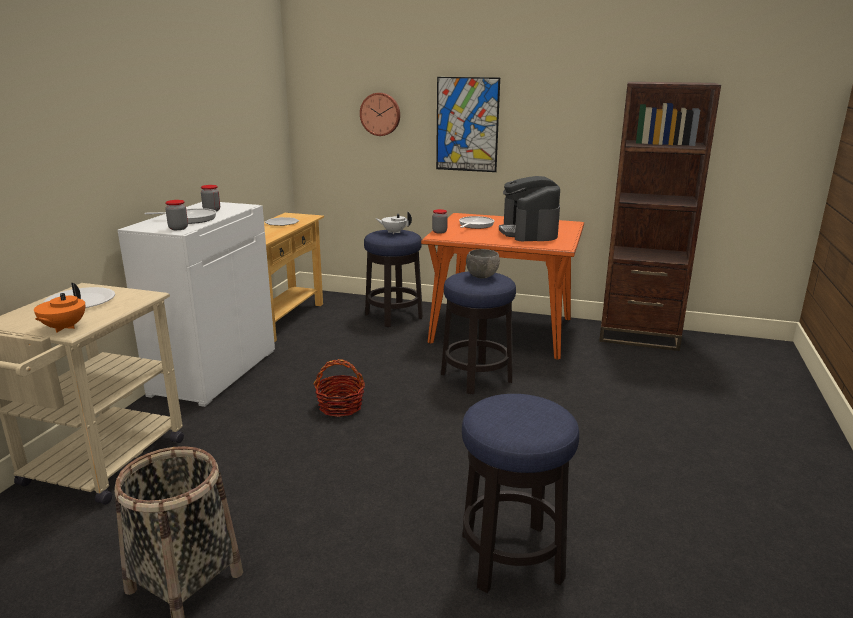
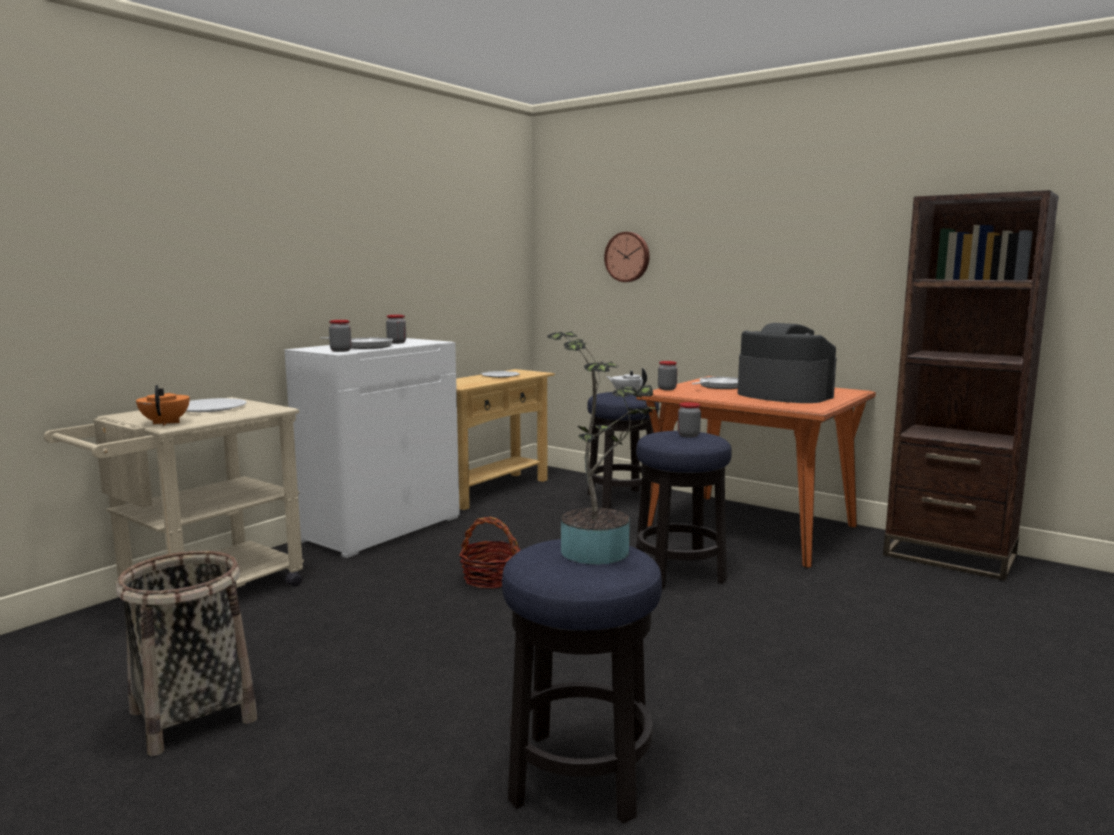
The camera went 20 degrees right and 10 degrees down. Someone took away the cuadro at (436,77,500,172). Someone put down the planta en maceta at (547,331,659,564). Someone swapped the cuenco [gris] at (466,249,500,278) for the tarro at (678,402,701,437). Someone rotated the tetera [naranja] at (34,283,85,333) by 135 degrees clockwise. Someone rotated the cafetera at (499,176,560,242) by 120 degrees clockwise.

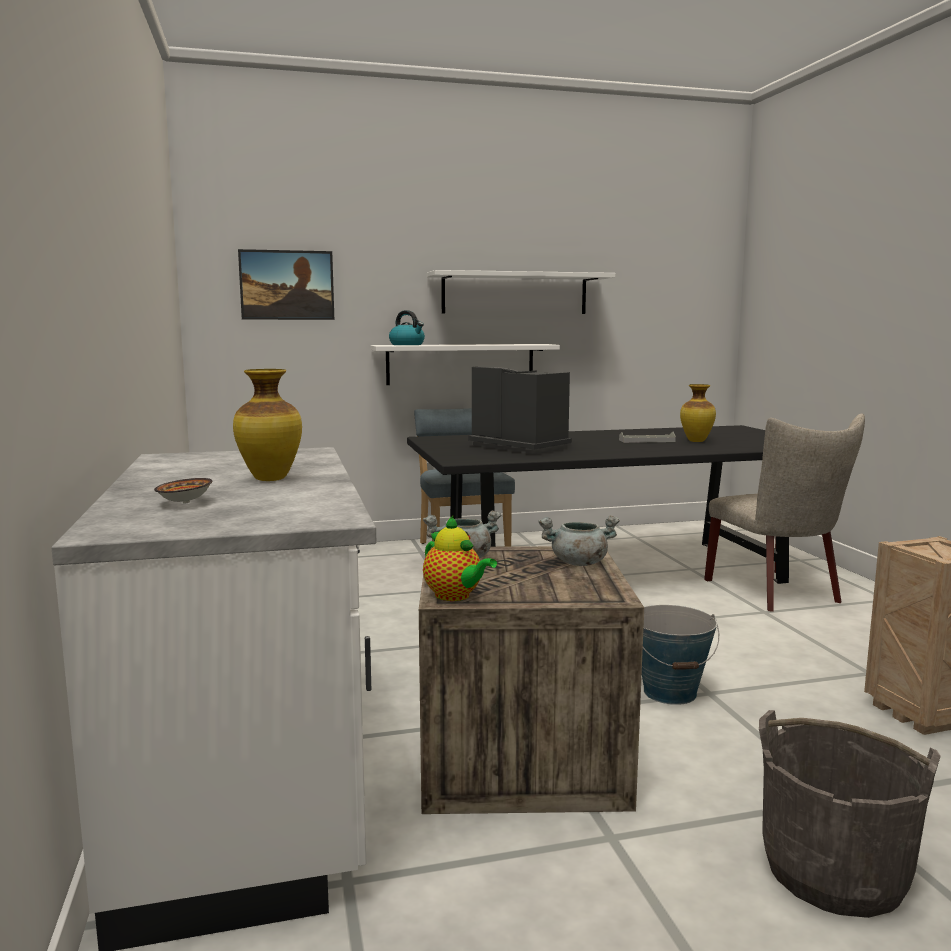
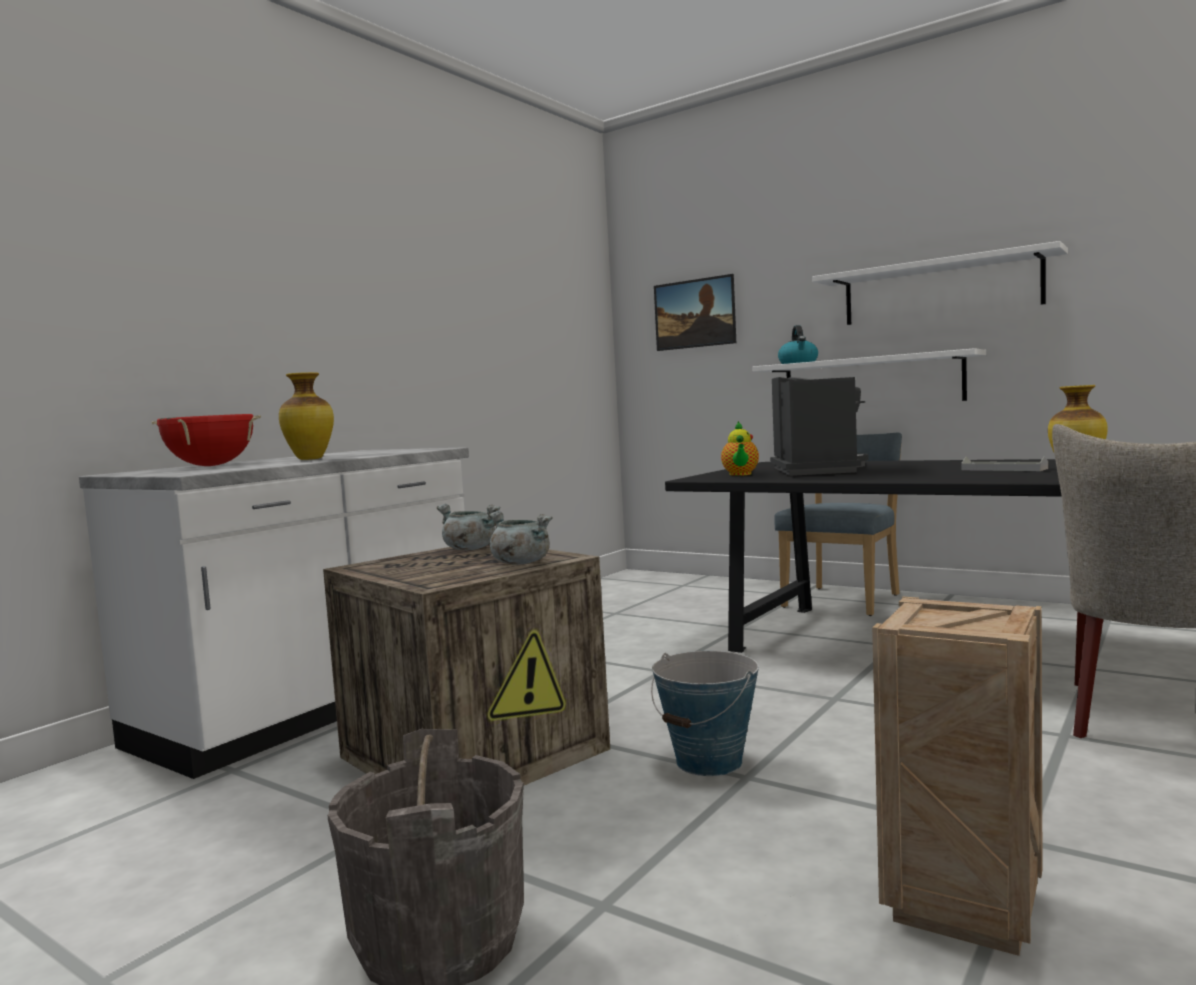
The camera went 50 degrees right and 5 degrees down. Someone carried the tetera from (423,516,497,601) to (721,421,759,476). Someone swapped the cuenco at (154,478,213,503) for the olla [rojo] at (152,414,261,466).

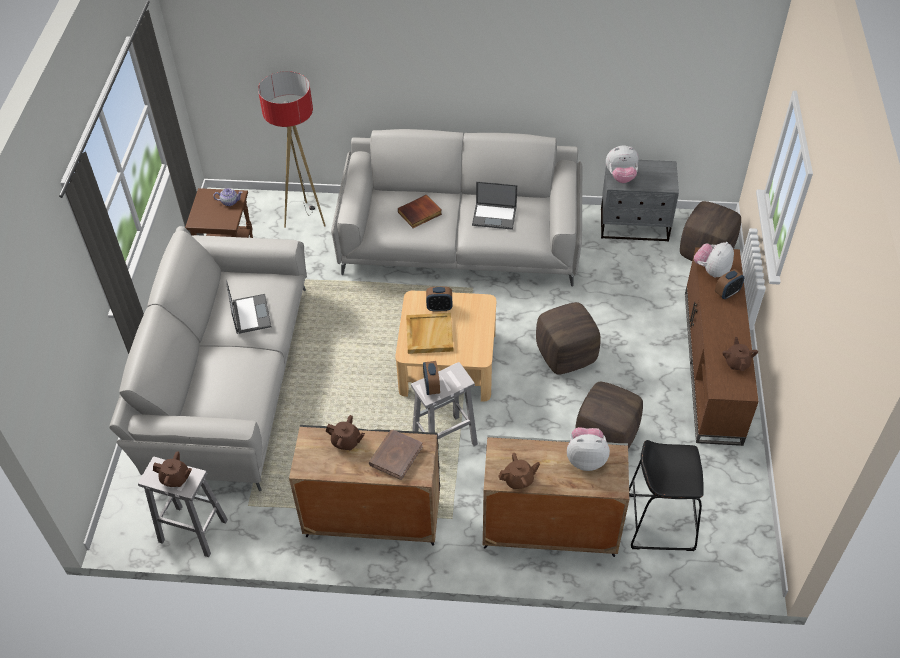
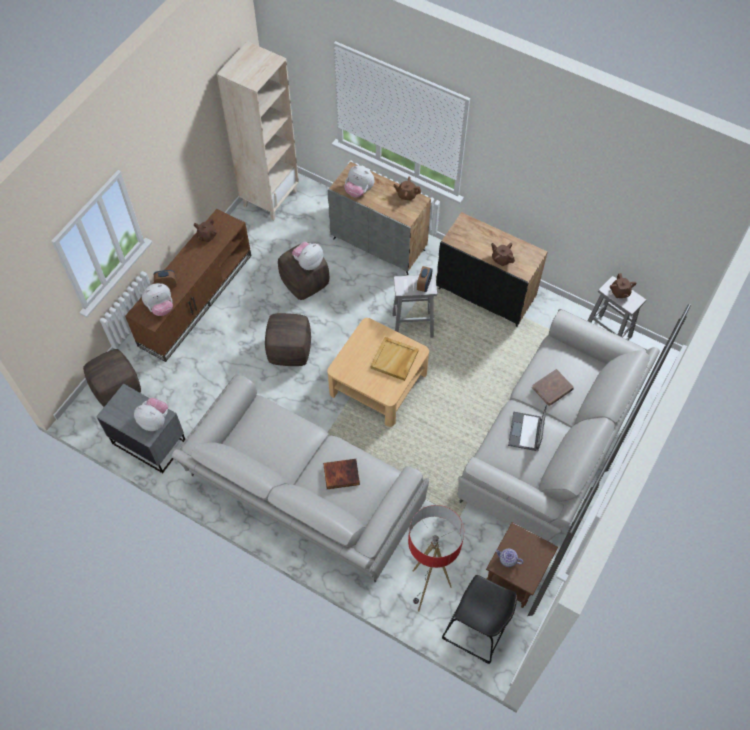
The camera went 155 degrees left and 10 degrees up. Someone took away the despertador at (426,287,452,312). Someone took away the portátil at (472,181,517,230). Someone put down the estantería [beis] at (217,41,299,221). Someone put down the peluche at (292,242,323,270). Someone carried the libro [marrón] from (369,430,423,480) to (532,369,574,406). Someone carried the taburete [negro] from (629,440,704,551) to (442,575,517,664). Someone rotated the tetera [marrón] at (153,451,192,487) by 135 degrees counterclockwise.

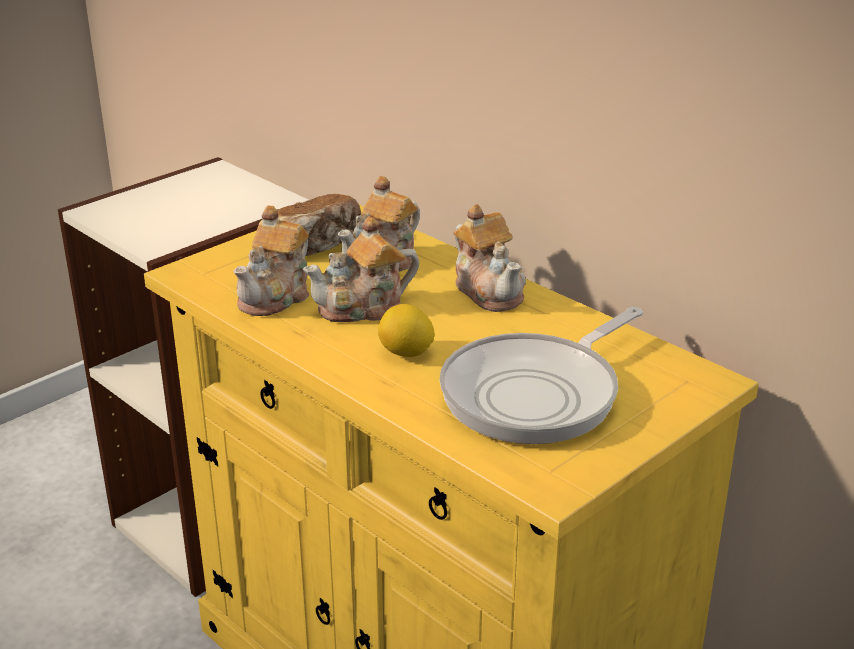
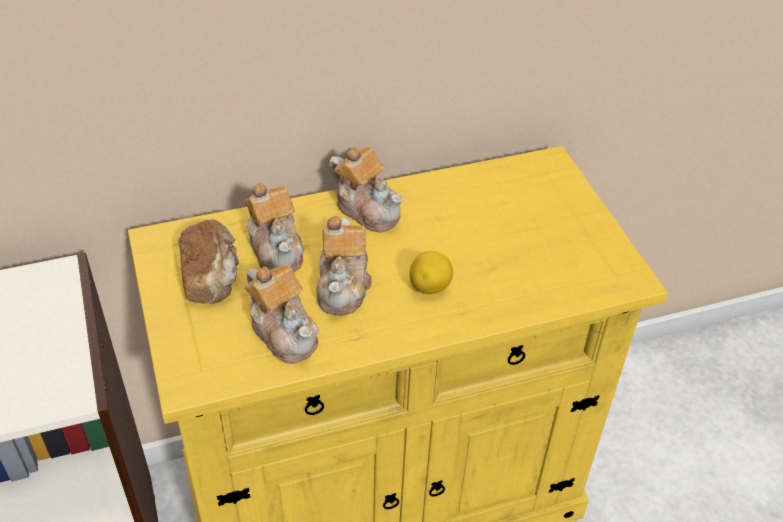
The camera went 65 degrees left and 15 degrees up. Someone took away the sartén at (439,307,643,444). Someone rotated the tetera at (453,204,526,312) by 45 degrees clockwise.

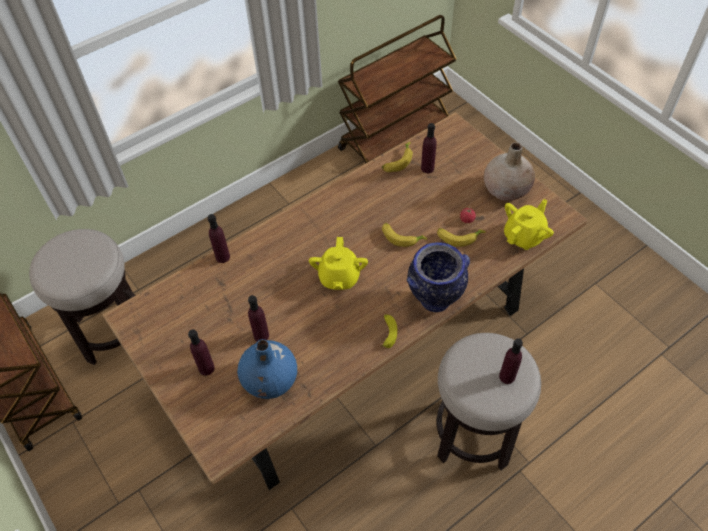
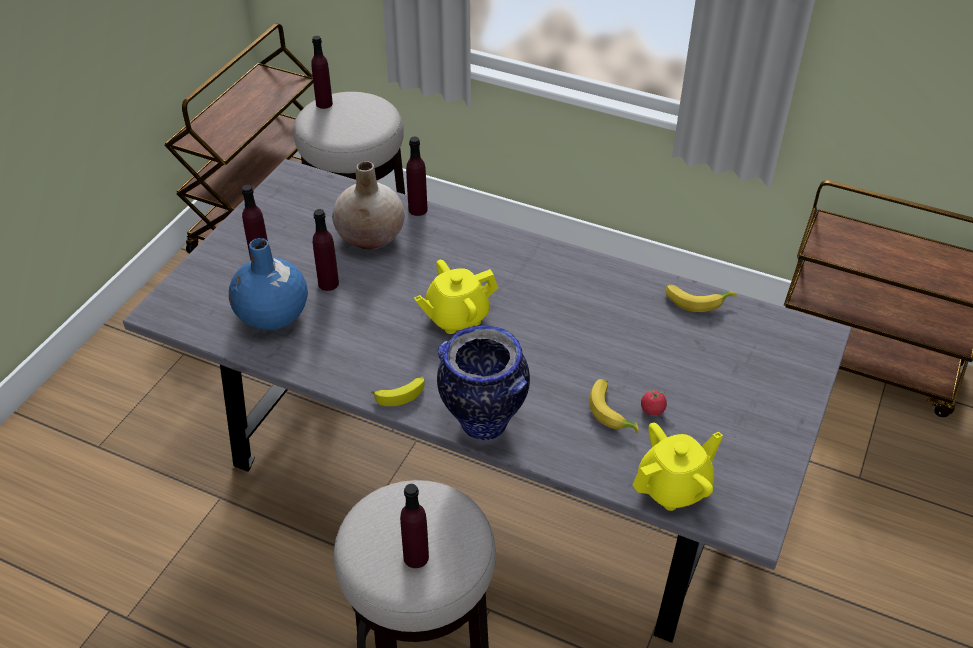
The camera went 60 degrees right and 10 degrees down. Someone took away the plátano at (382,223,427,247). Someone carried the botella [morado] from (421,123,437,173) to (311,36,333,109). Someone carried the florero [beis] from (484,142,535,200) to (332,161,405,250). Someone repainted the mesa de comedor [marrón] at (102,112,587,490), which became the mesa de comedor [gris] at (123,159,852,643). Someone rotated the tetera [amarillo] at (504,199,554,250) by 45 degrees counterclockwise.

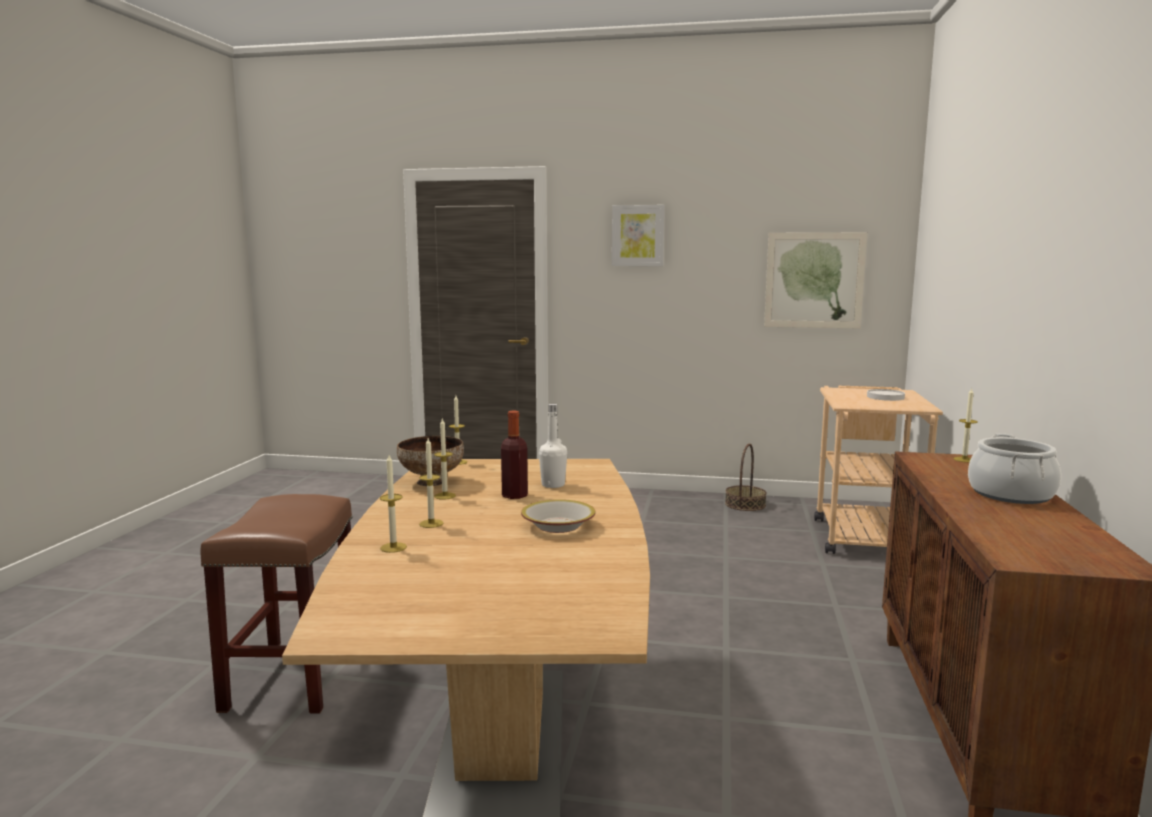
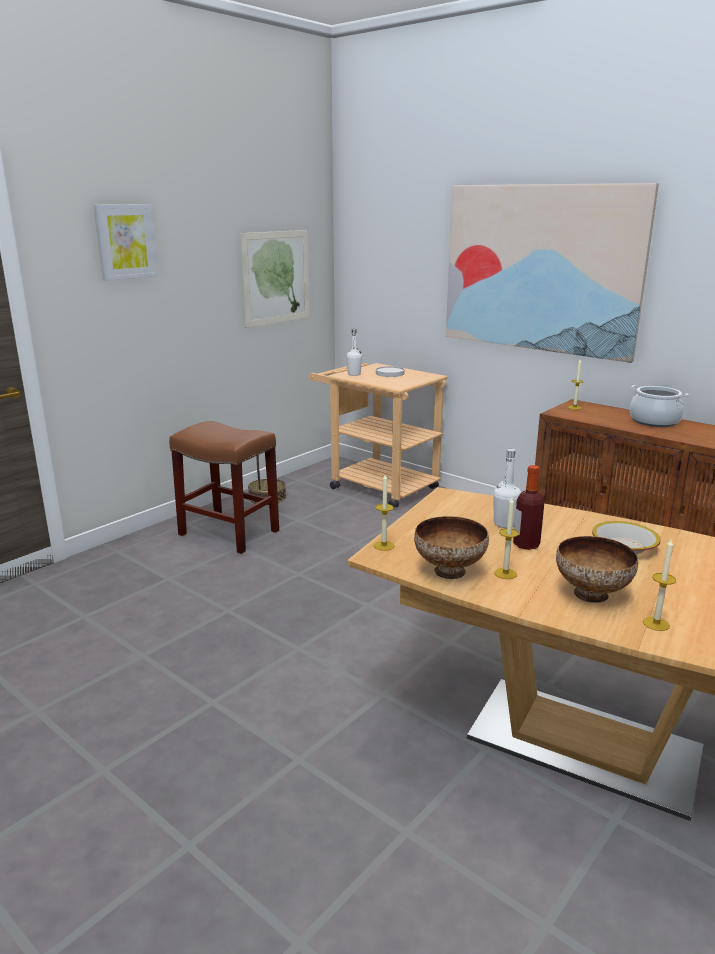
The camera went 60 degrees left and 10 degrees up. Someone put down the botella [blanco] at (346,329,362,376). Someone put up the cuadro at (446,183,659,363). Someone carried the taburete [marrón] from (200,494,352,713) to (169,421,279,554). Someone swapped the vela at (419,438,443,528) for the cuenco at (556,536,638,603).

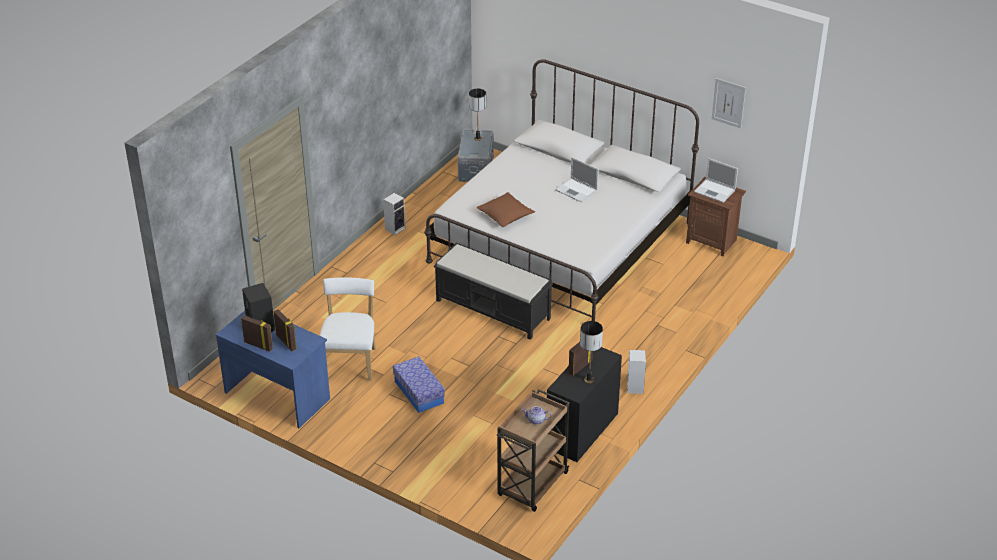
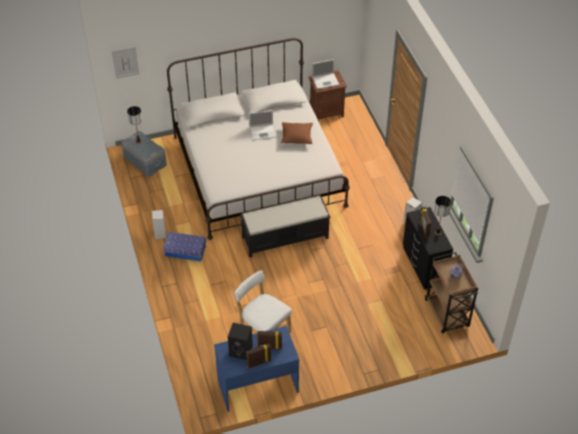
The camera went 50 degrees left and 10 degrees up. Someone carried the caja de almacenaje from (393,356,445,413) to (163,232,206,262). Someone carried the cojín [marrón] from (477,192,535,227) to (281,122,313,144). Someone carried the cuadro from (712,78,746,128) to (112,47,139,79).

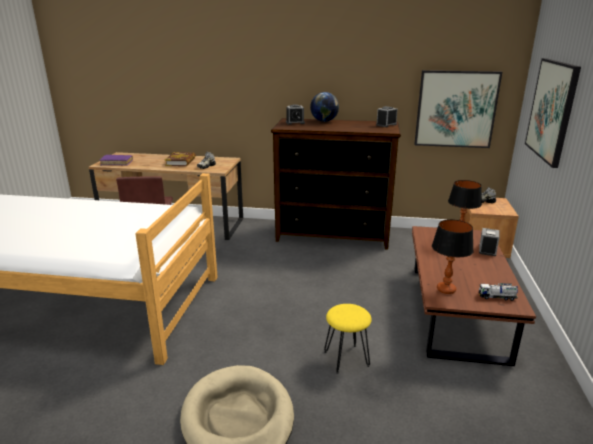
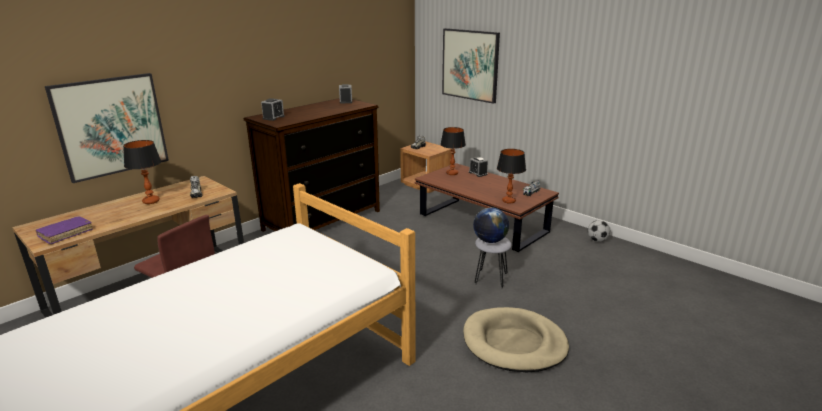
The camera went 55 degrees left and 0 degrees up. Someone put down the balón de fútbol at (588,220,610,242). Someone carried the globo terráqueo from (310,92,339,122) to (473,207,509,243). Someone carried the cuadro from (414,70,502,148) to (45,73,169,183). Someone swapped the libro at (165,152,196,166) for the lámpara de mesa at (123,140,161,204). Someone repainted the taburete [amarillo] at (324,304,372,374), which became the taburete [gris] at (475,237,511,288).

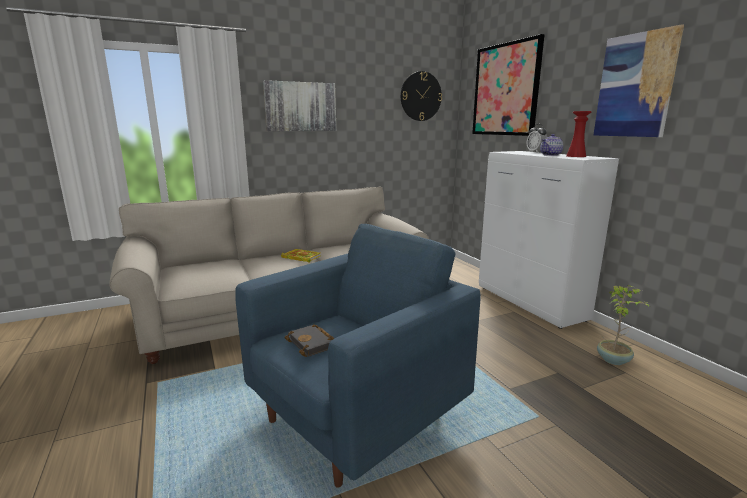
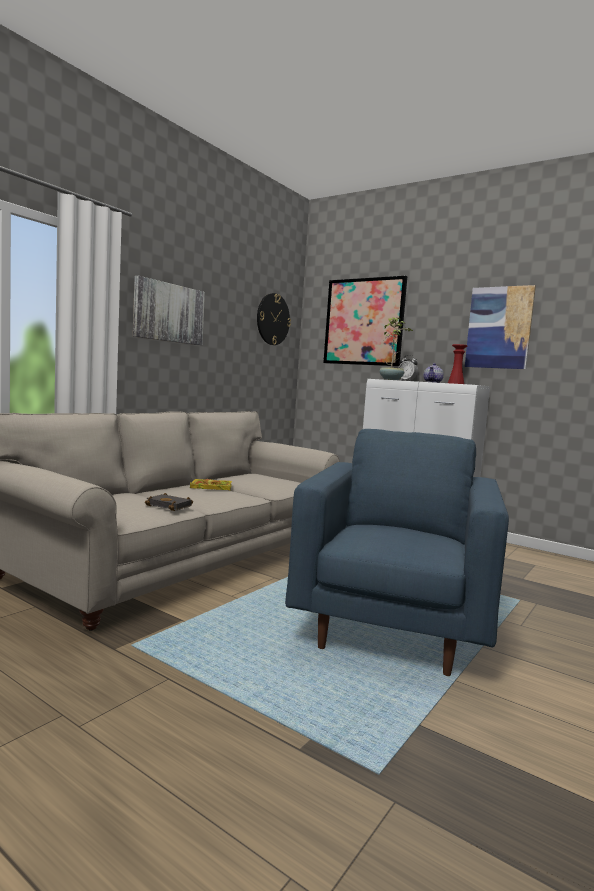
The camera went 30 degrees left and 10 degrees down. Someone carried the libro [negro] from (284,324,335,357) to (145,493,193,511). Someone carried the planta en maceta from (597,285,650,365) to (380,317,413,380).

